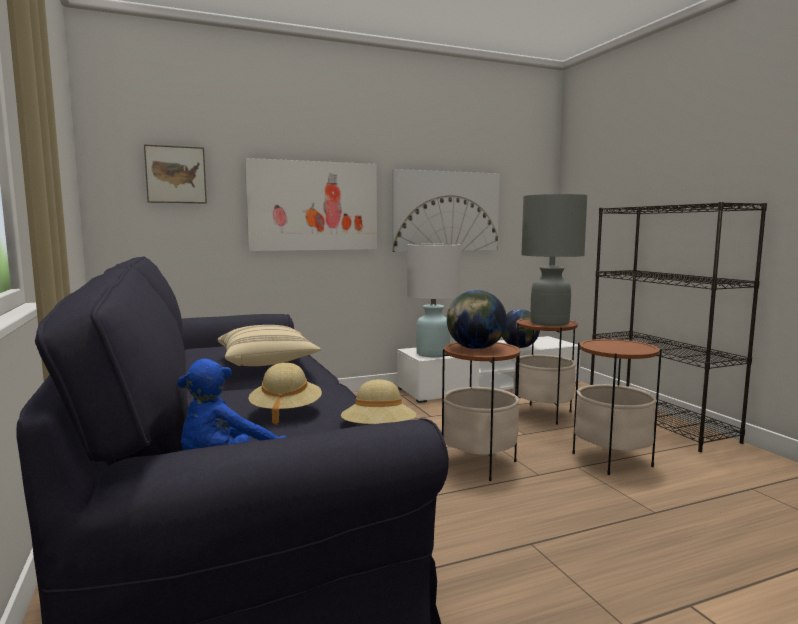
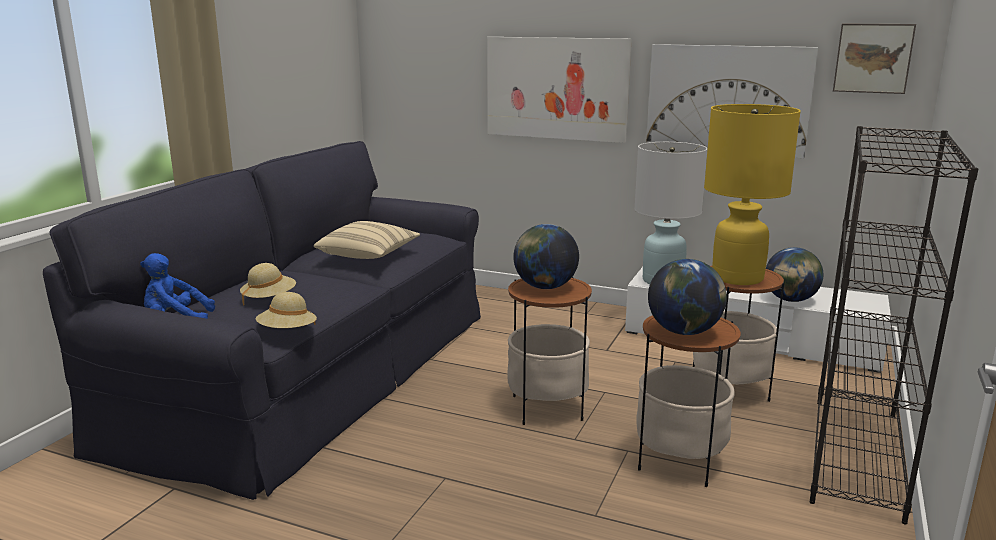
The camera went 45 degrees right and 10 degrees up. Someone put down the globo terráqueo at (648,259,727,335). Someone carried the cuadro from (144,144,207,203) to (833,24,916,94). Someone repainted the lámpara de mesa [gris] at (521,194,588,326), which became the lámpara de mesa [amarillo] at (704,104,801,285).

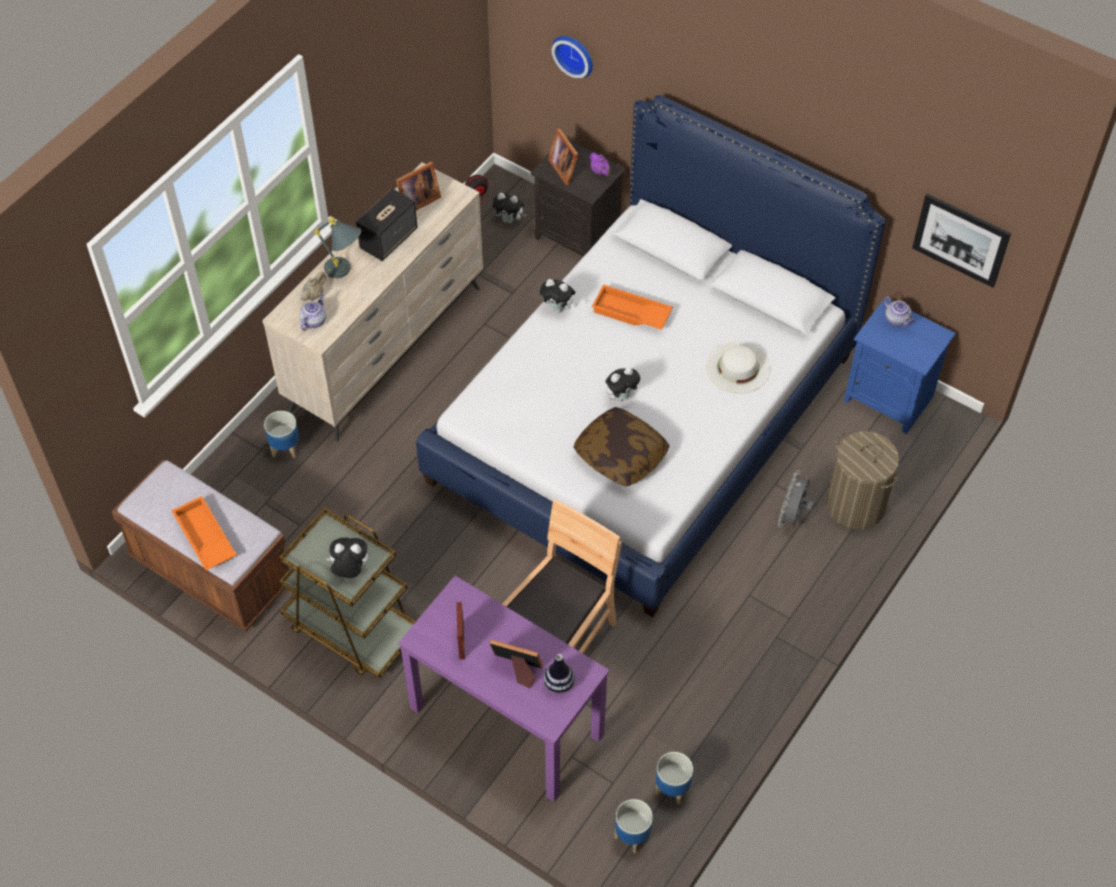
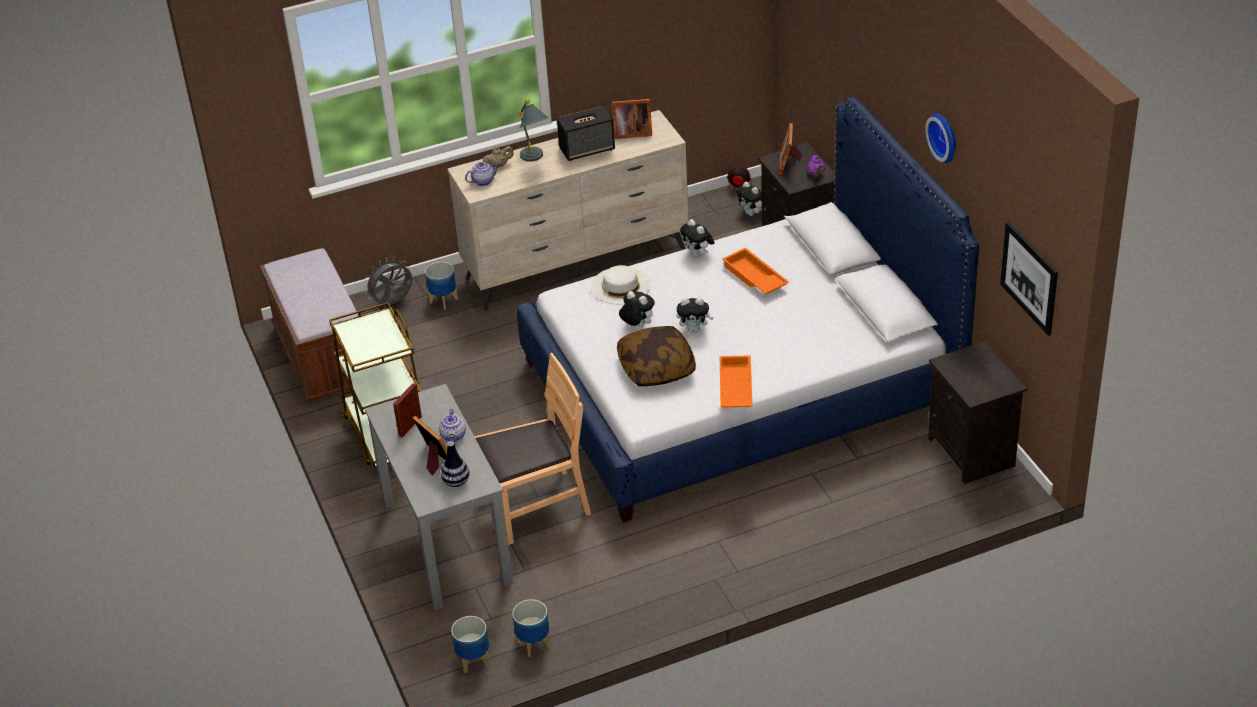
The camera went 35 degrees right and 15 degrees down. Someone took away the cesto de la ropa at (826,431,899,529). Someone carried the bandeja [naranja] from (171,496,237,570) to (720,355,753,408). Someone carried the peluche from (326,538,368,578) to (619,291,655,327). Someone carried the reloj de pared from (552,36,593,78) to (925,114,956,163). Someone carried the sombrero [blanco] from (706,342,771,393) to (591,265,651,304). Someone carried the ventilador [gris] from (778,471,814,528) to (364,257,412,305). Someone carried the tetera from (884,296,915,327) to (439,409,466,442). Someone repainted the escritorio [morado] at (398,576,610,802), which became the escritorio [gris] at (365,384,513,611). Someone repainted the mesita de noche [azul] at (844,298,956,434), which became the mesita de noche [negro] at (928,341,1027,484).

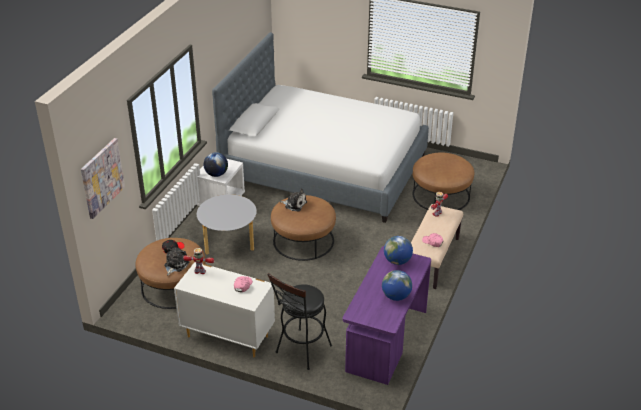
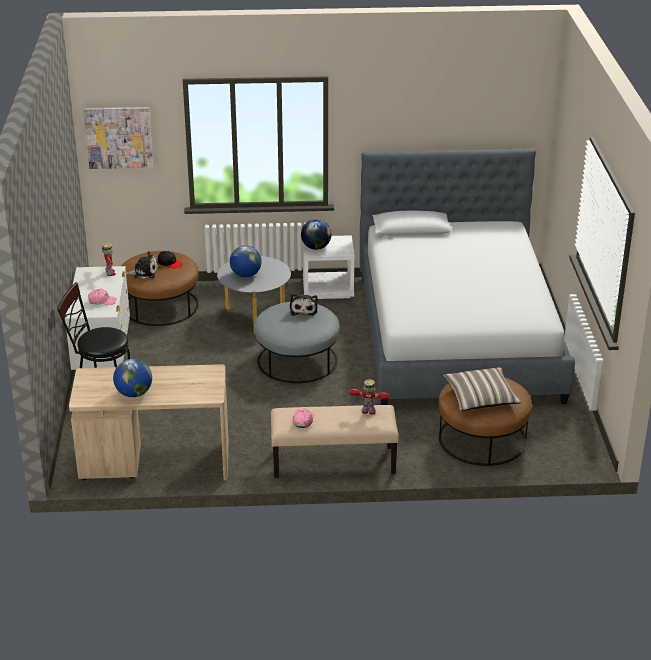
The camera went 65 degrees right and 5 degrees down. Someone put down the cojín at (443,367,522,411). Someone carried the globo terráqueo from (384,236,413,265) to (230,246,262,277). Someone repainted the puf [marrón] at (271,195,336,261), which became the puf [gris] at (254,302,340,383). Someone repainted the escritorio [morado] at (343,246,431,385), which became the escritorio [beis] at (69,364,229,481).

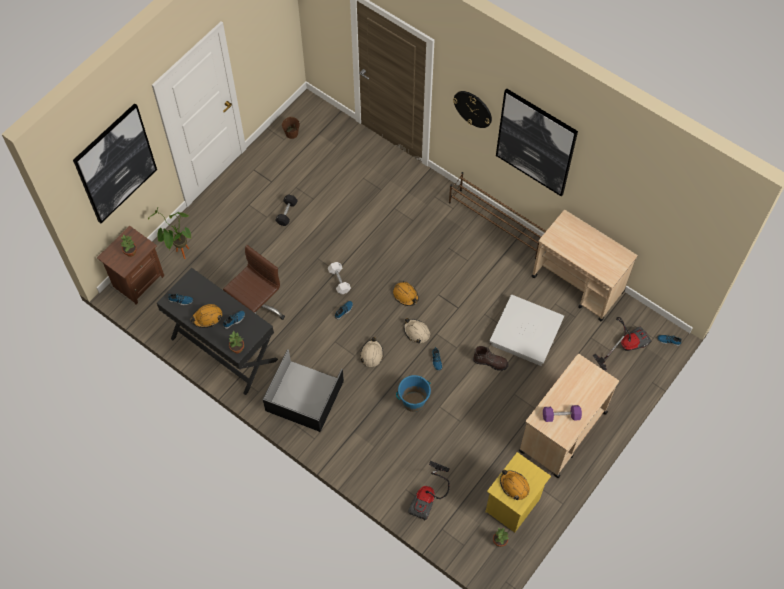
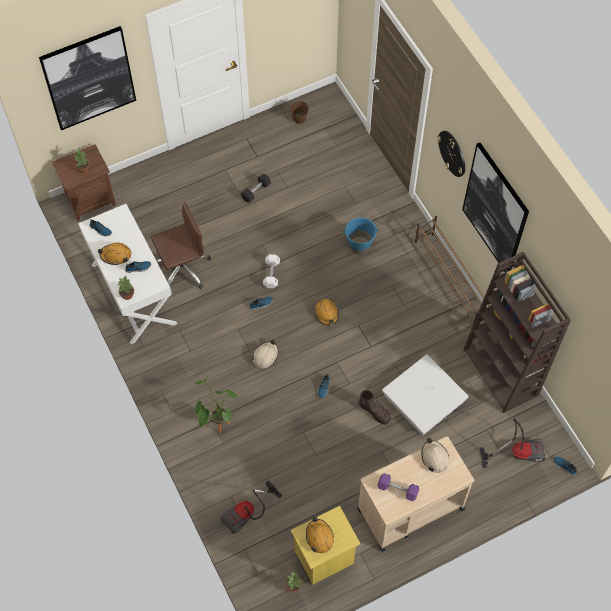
The camera went 25 degrees right and 0 degrees up. Someone took away the caja de almacenaje [negro] at (263,349,344,432). Someone carried the planta en maceta from (148,206,191,259) to (194,377,238,434). Someone carried the cubo [azul] from (396,375,431,412) to (343,217,378,255). Someone carried the casco [beis] from (404,318,430,344) to (421,438,449,473). Someone swapped the carrito [beis] at (531,210,638,321) for the estantería [marrón] at (463,252,571,413). Someone repainted the escritorio [negro] at (157,267,278,395), which became the escritorio [blanco] at (78,204,177,344).

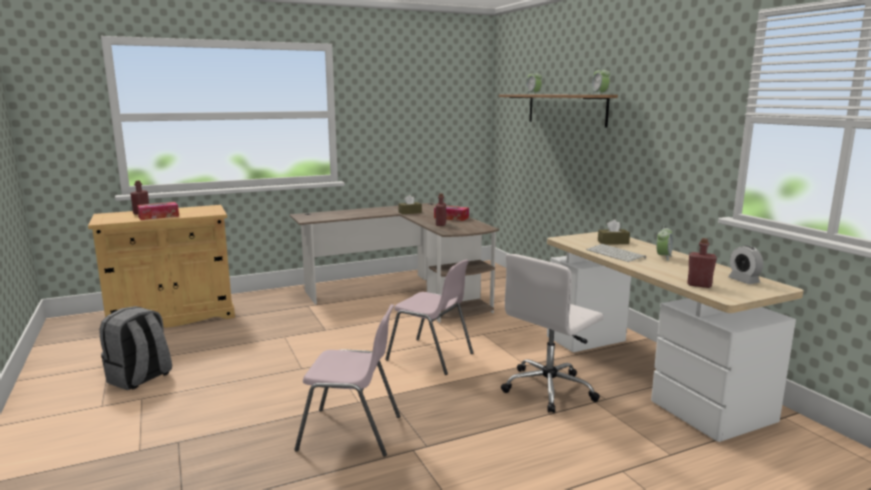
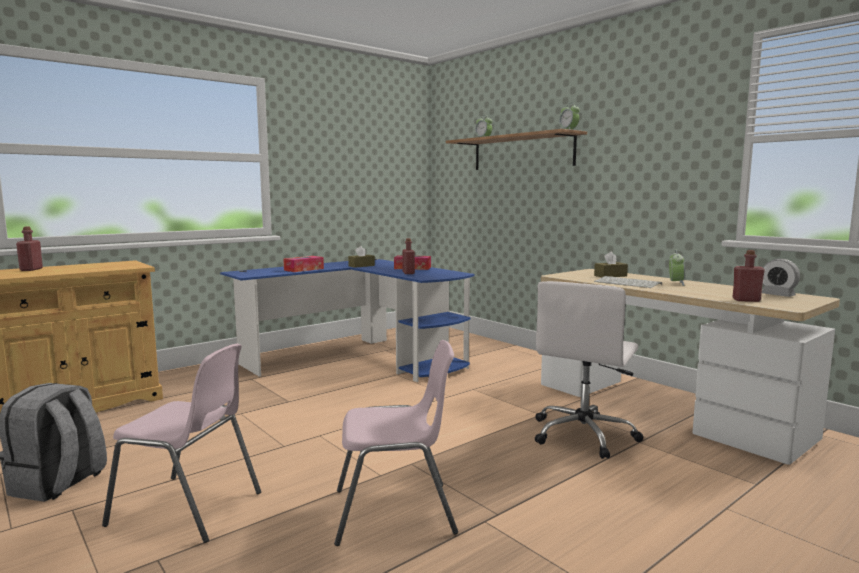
The camera went 15 degrees left and 5 degrees down. Someone carried the caja de pañuelos from (137,202,179,220) to (283,256,324,272). Someone carried the silla [rosa] from (385,260,473,375) to (102,344,261,543). Someone repainted the escritorio [marrón] at (290,203,499,323), which became the escritorio [azul] at (220,259,475,382).

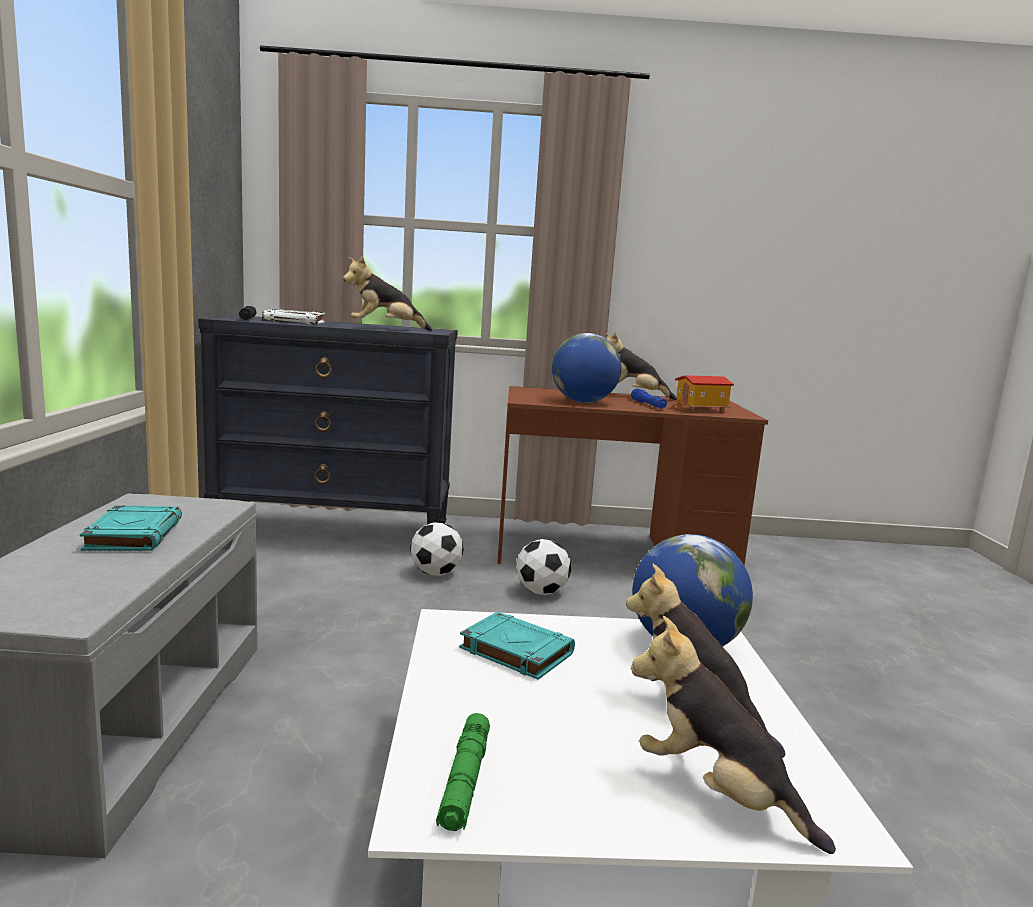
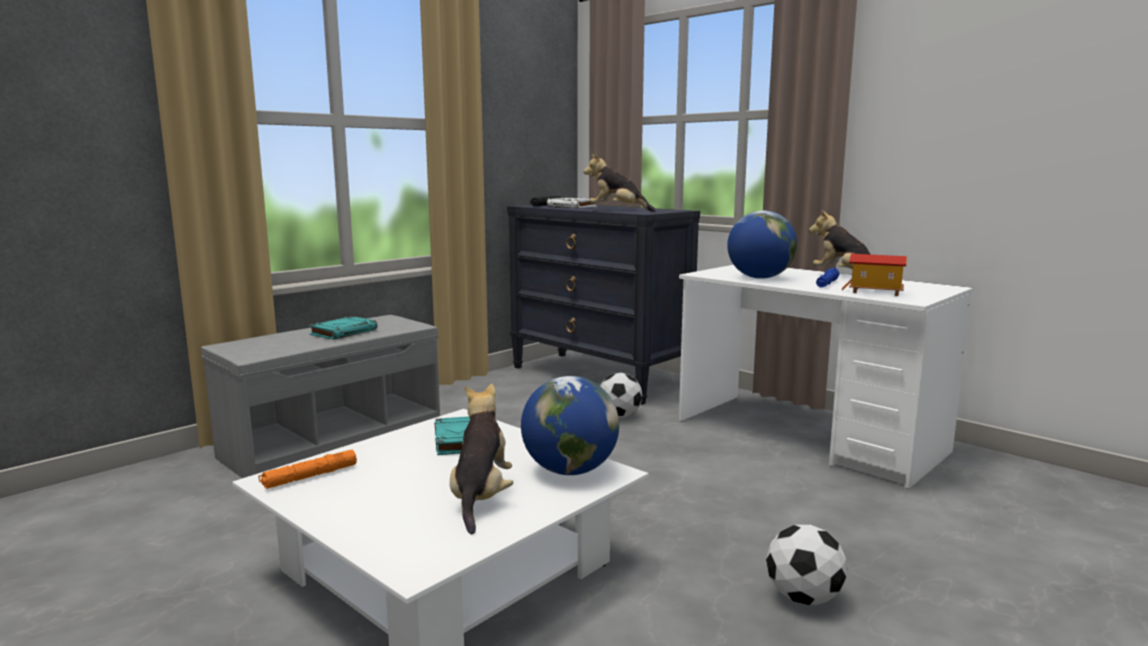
The camera went 45 degrees right and 0 degrees up. Someone took away the peluche at (632,615,836,854). Someone carried the balón de fútbol from (516,539,571,595) to (766,525,847,605). Someone repainted the linterna [verde] at (436,713,490,831), which became the linterna [naranja] at (259,450,357,489). Someone repainted the escritorio [marrón] at (497,386,768,565), which became the escritorio [blanco] at (679,265,973,489).

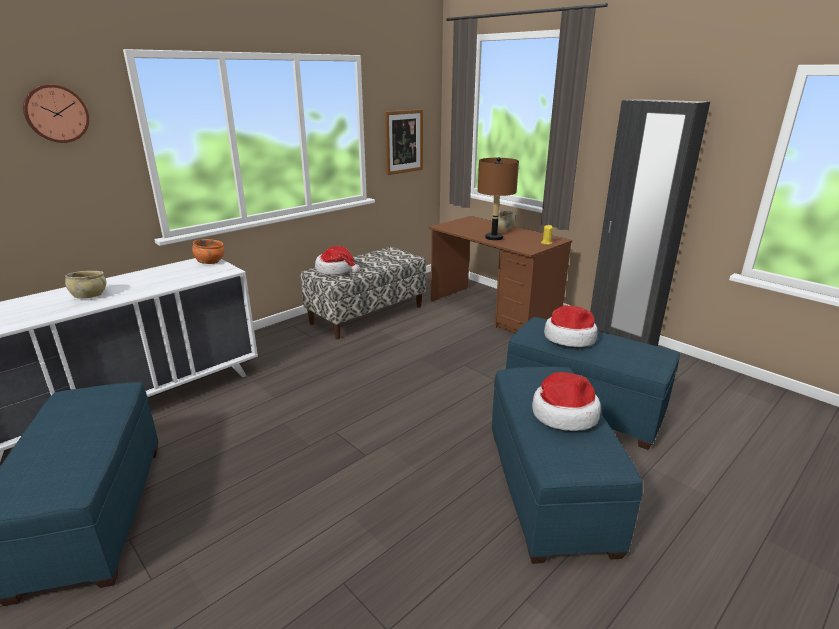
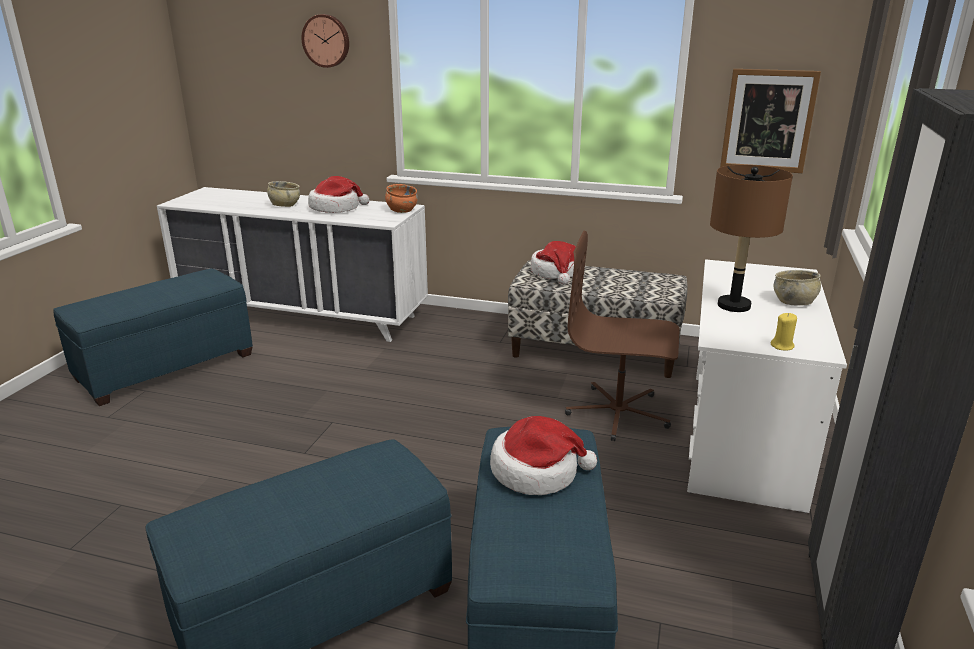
The camera went 60 degrees right and 0 degrees up. Someone put down the silla de oficina [marrón] at (565,231,680,441). Someone carried the sombrero from (532,372,601,431) to (308,176,370,213). Someone repainted the escritorio [marrón] at (428,216,572,334), which became the escritorio [blanco] at (687,259,847,513).

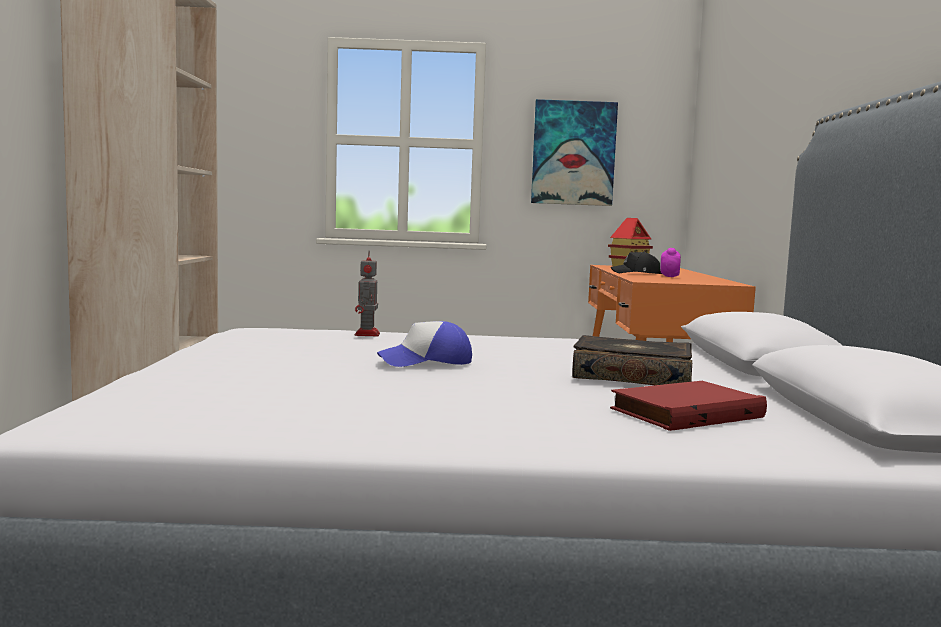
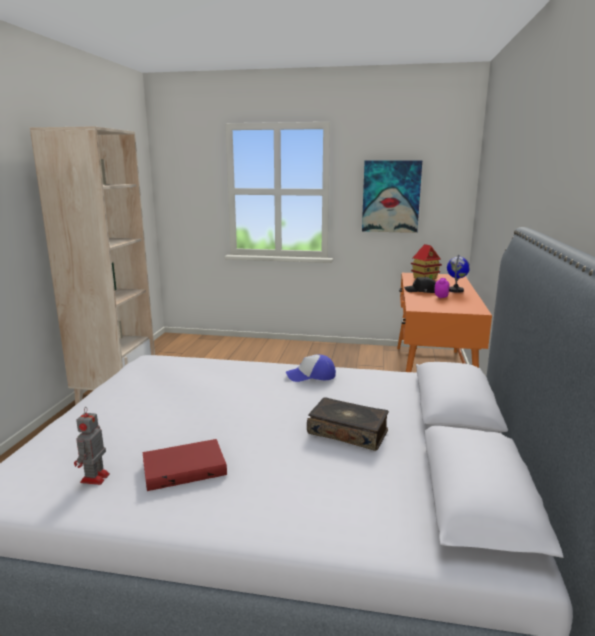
The camera went 10 degrees right and 10 degrees up. Someone put down the globo terráqueo at (447,255,470,293). Someone carried the robot de juguete from (355,252,380,336) to (74,407,110,485). Someone carried the gorra from (377,321,472,367) to (286,354,336,382). Someone carried the libro [rojo] from (610,381,767,431) to (143,439,227,491).

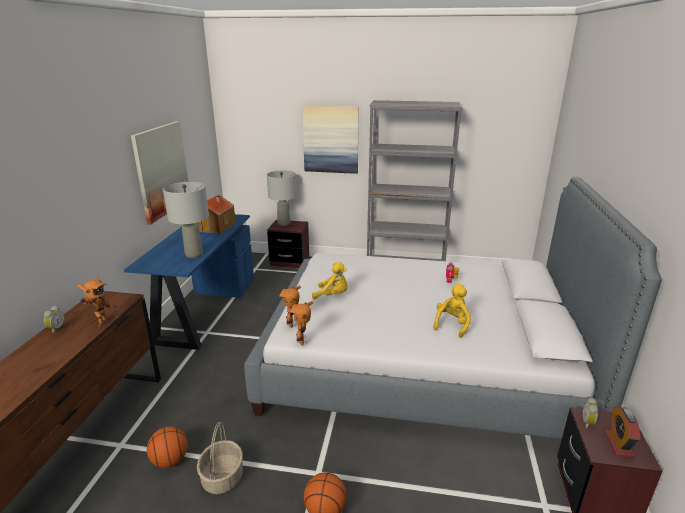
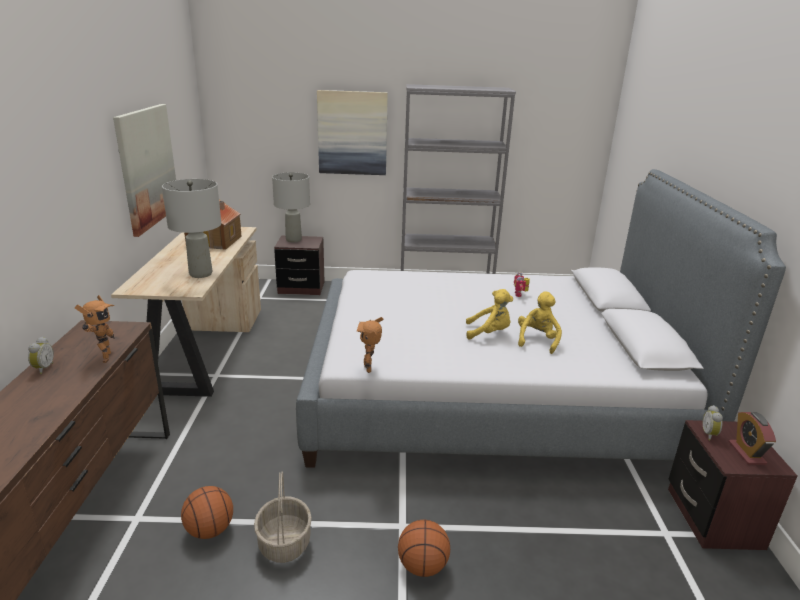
The camera went 10 degrees left and 0 degrees up. Someone took away the robot de juguete at (279,286,301,328). Someone carried the peluche [amarillo] from (312,262,347,300) to (466,289,513,339). Someone repainted the escritorio [azul] at (124,214,254,350), which became the escritorio [beis] at (111,227,261,397).

